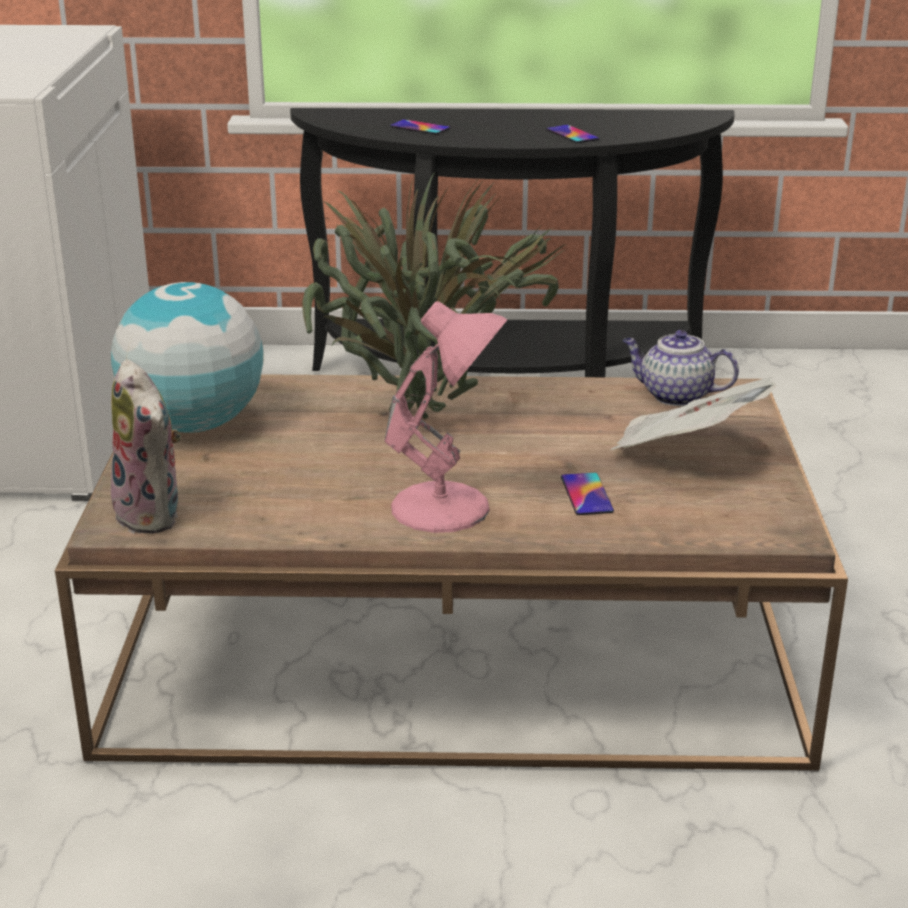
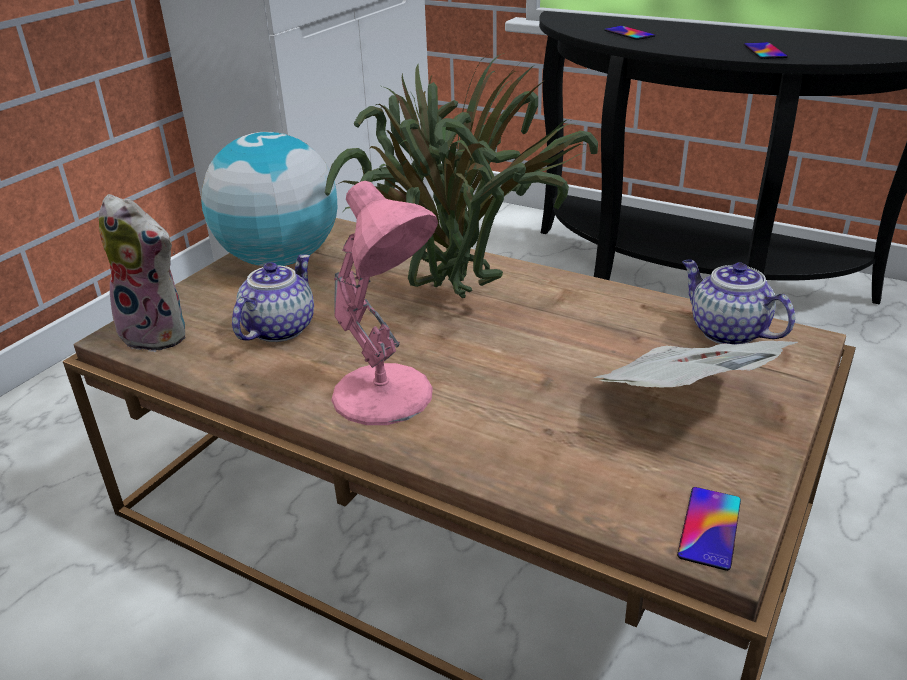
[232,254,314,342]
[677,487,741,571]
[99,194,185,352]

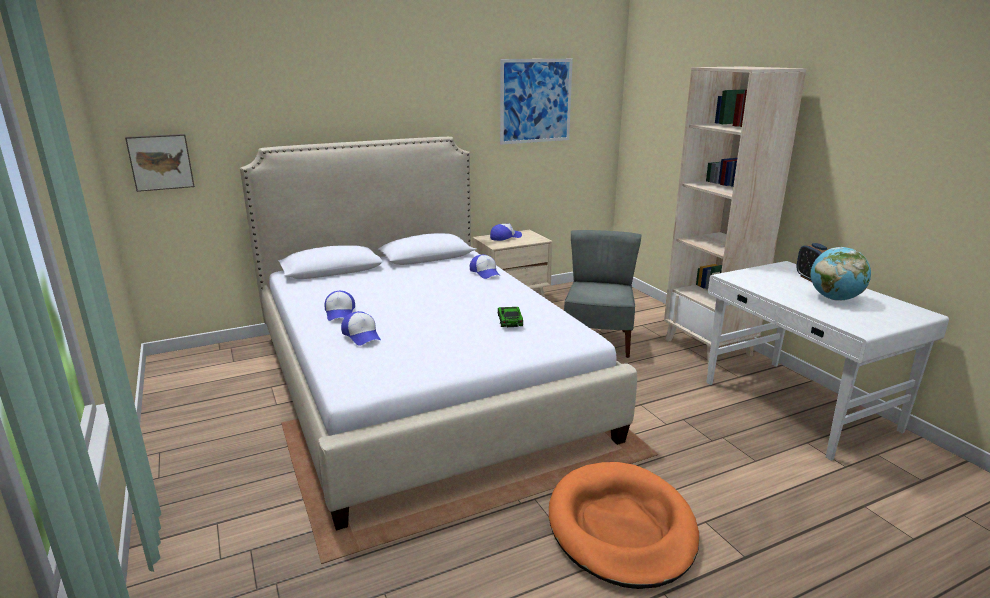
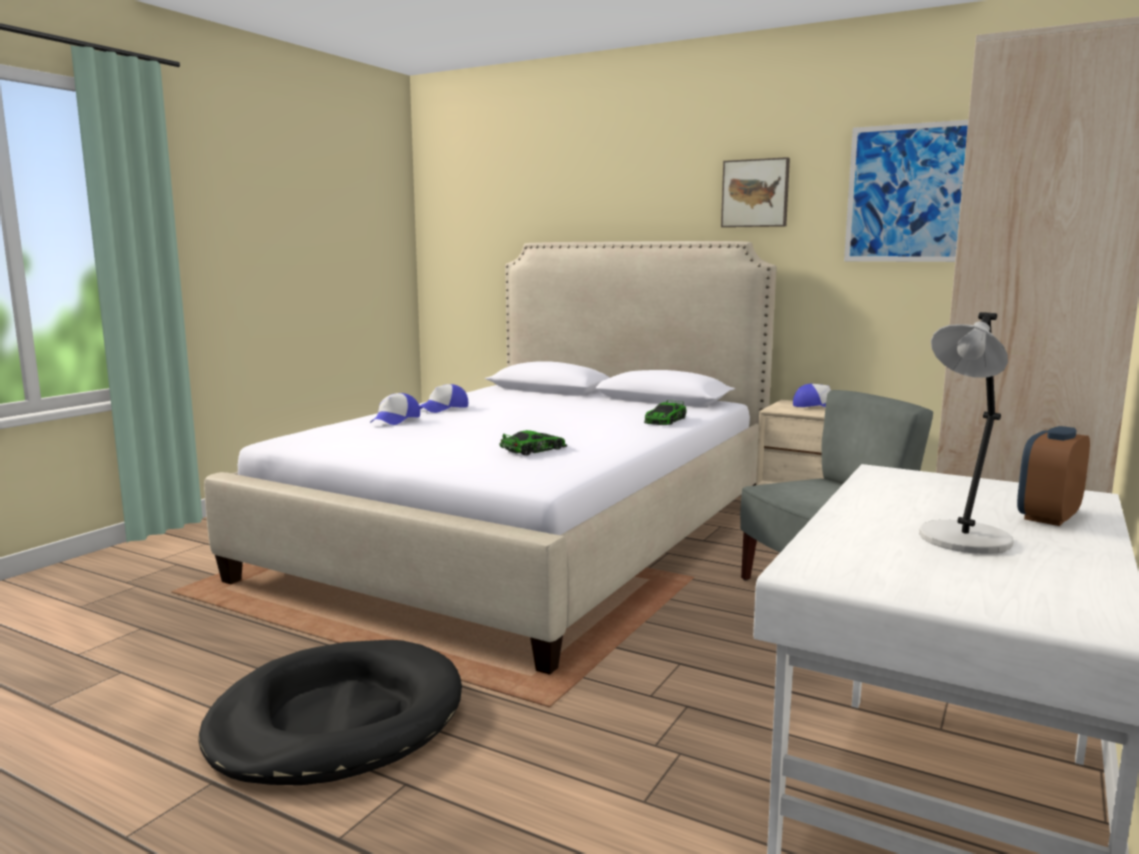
[721,157,790,227]
[644,400,687,425]
[919,312,1014,554]
[199,640,462,785]

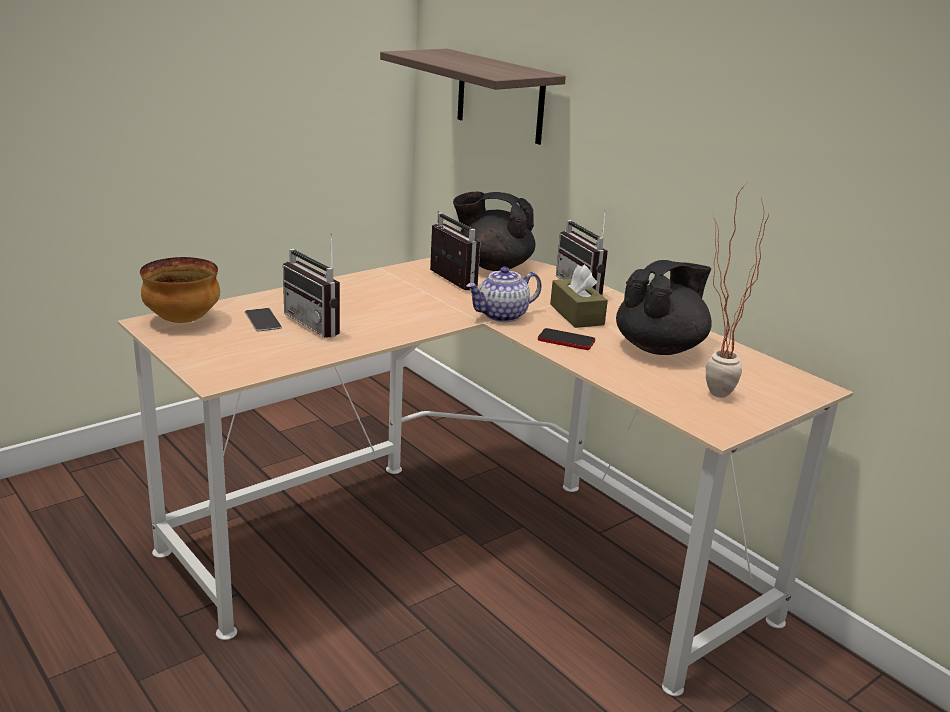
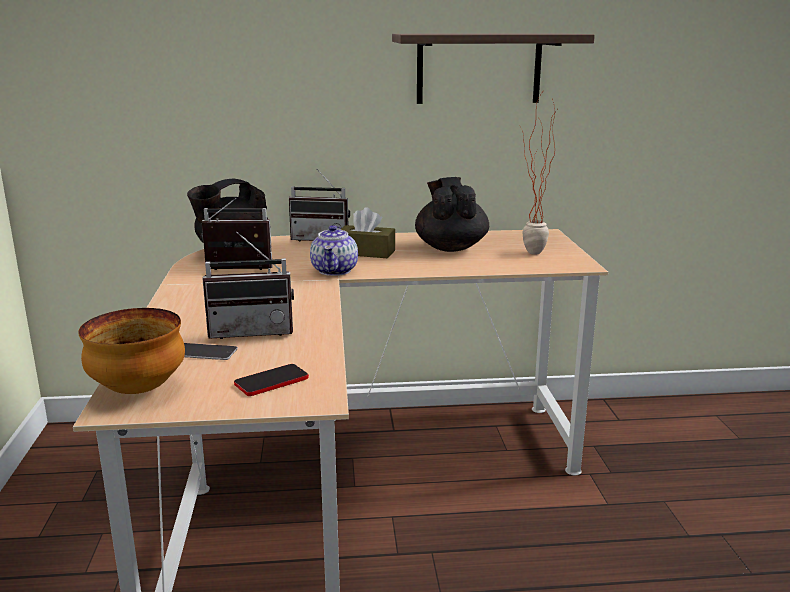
[392,33,595,104]
[234,364,309,396]

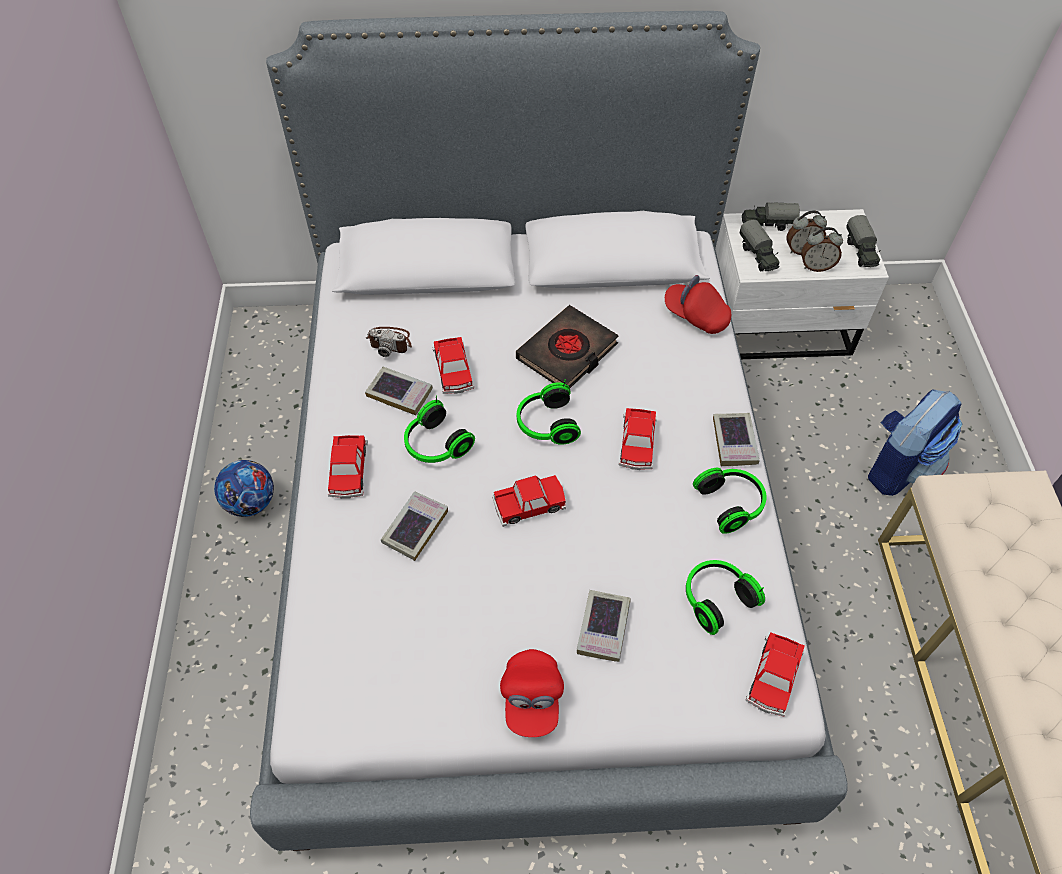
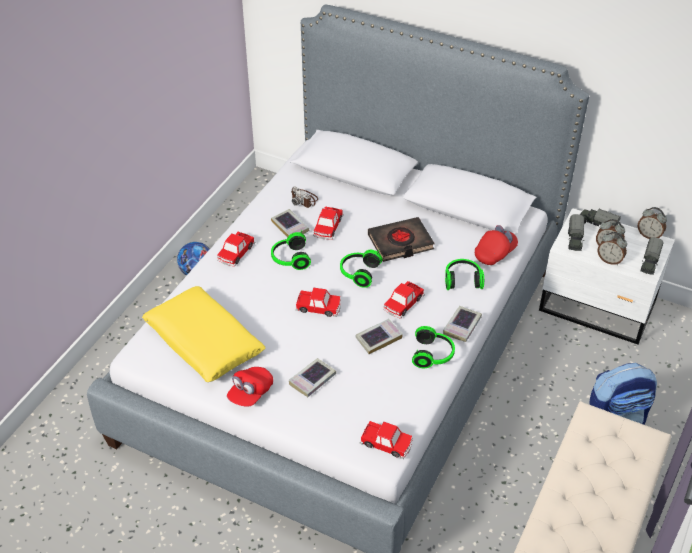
[142,286,265,382]
[638,207,667,239]
[356,319,403,354]
[445,259,484,290]
[475,225,518,265]
[360,421,412,459]

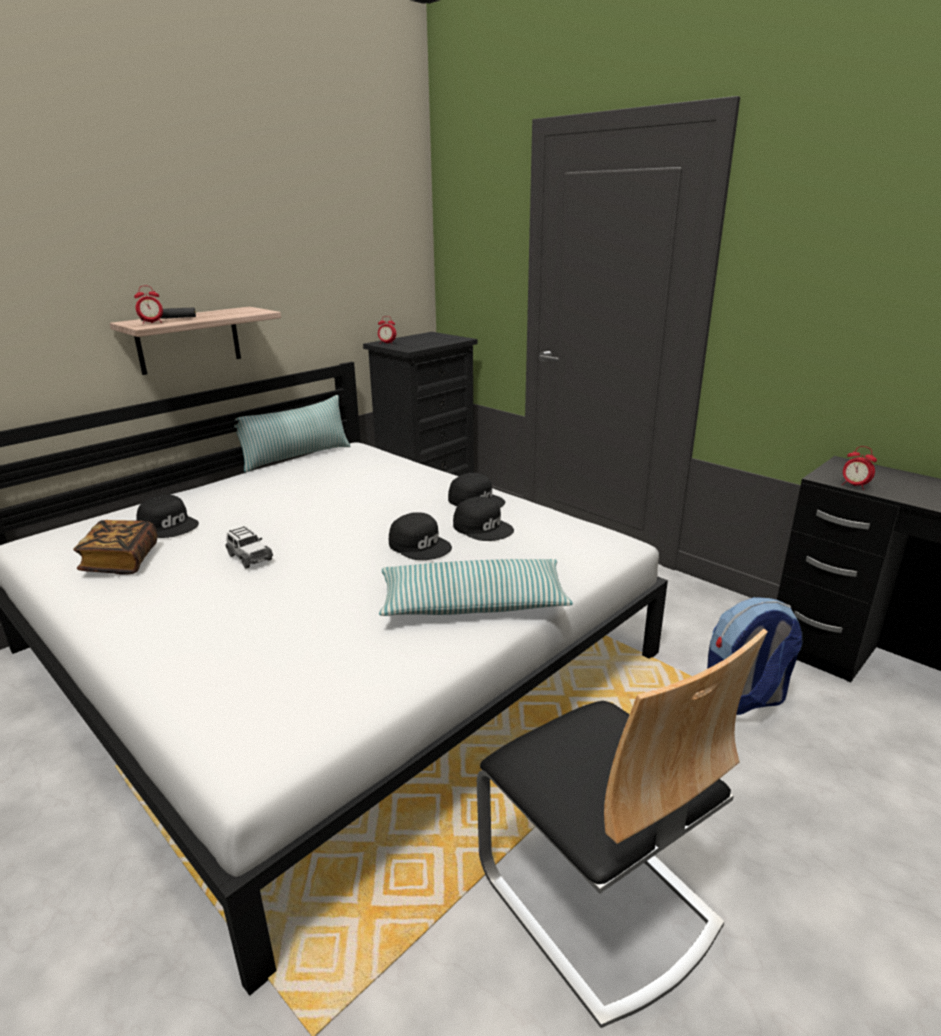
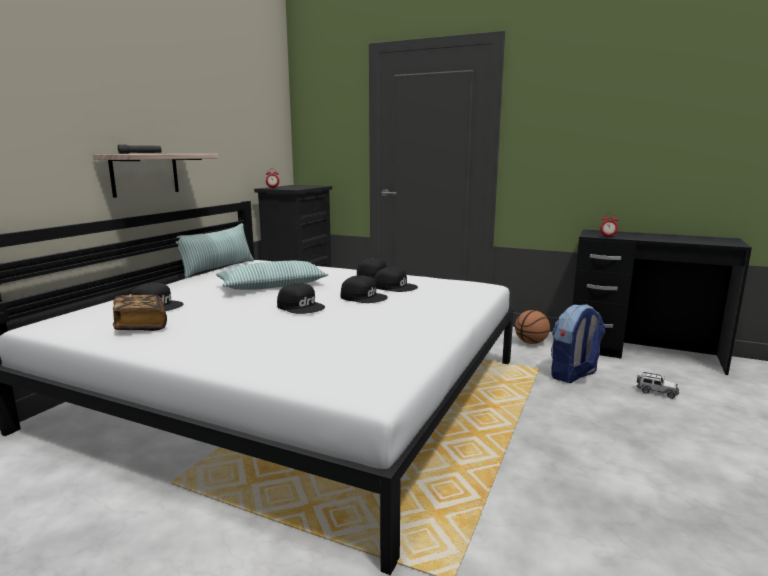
[134,285,163,324] (first image)
[477,629,768,1028] (first image)
[277,283,325,314]
[515,310,550,344]
[636,372,679,399]
[216,261,328,290]

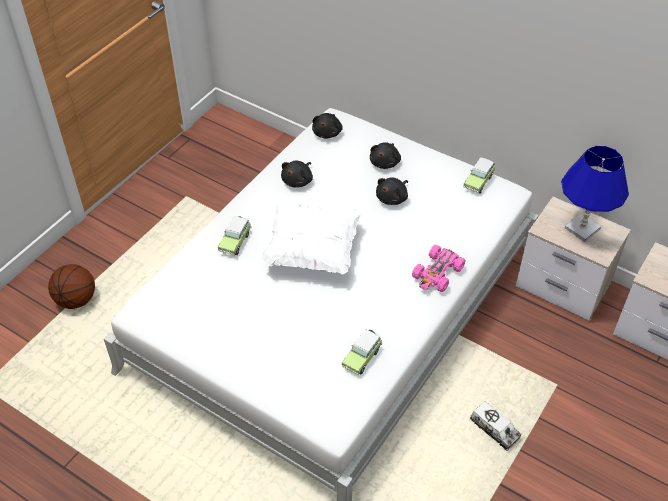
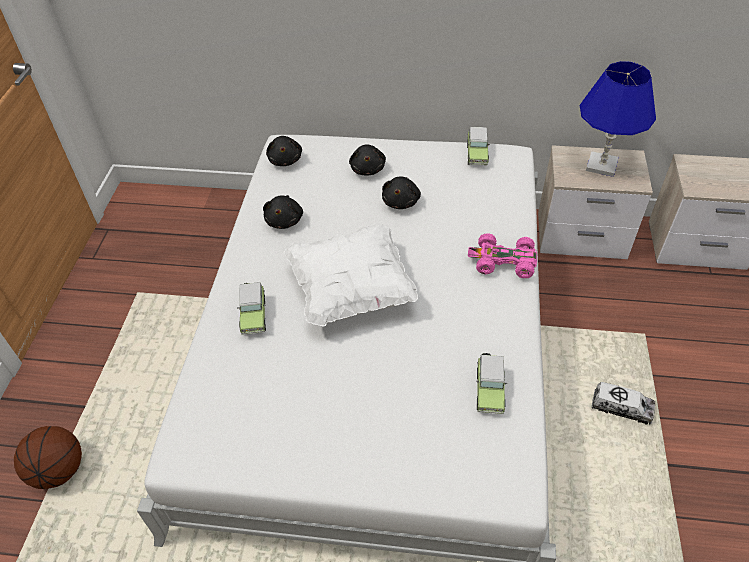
[468,233,537,278]

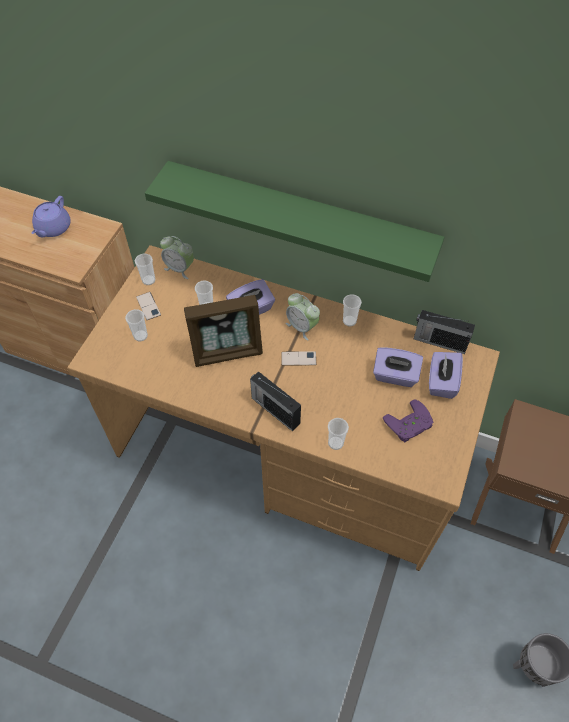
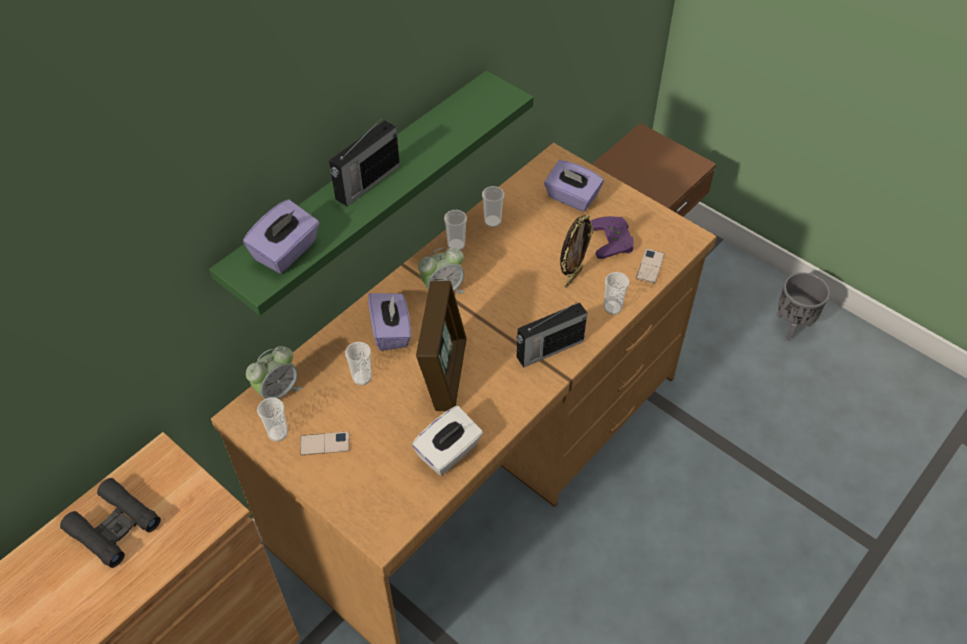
[412,406,483,475]
[560,214,593,288]
[482,186,504,227]
[636,248,665,284]
[243,200,320,274]
[329,117,400,207]
[60,478,161,568]

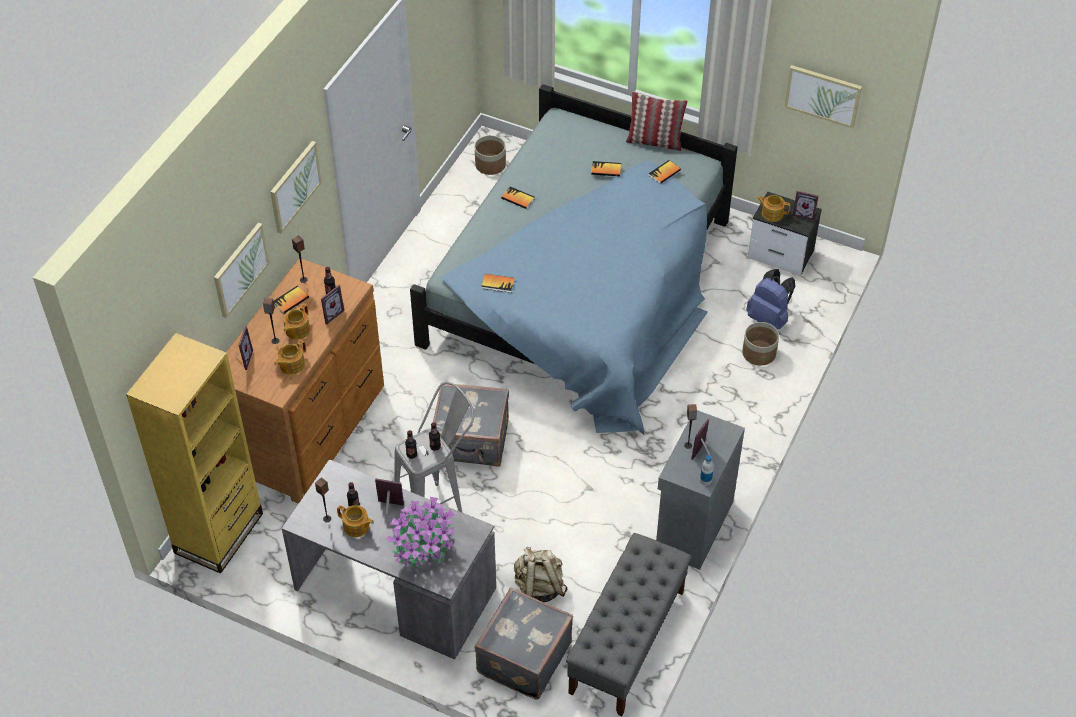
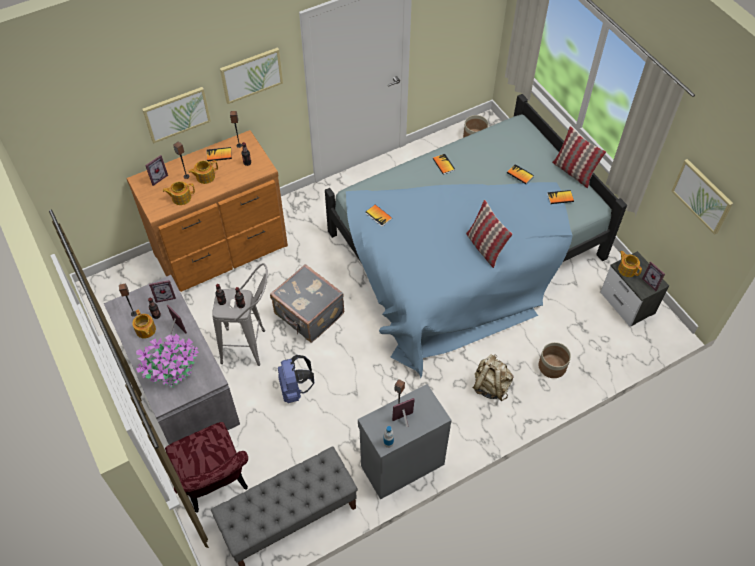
[126,333,263,574] (first image)
[466,200,513,268]
[149,280,176,303]
[473,354,513,402]
[278,355,314,403]
[165,422,248,513]

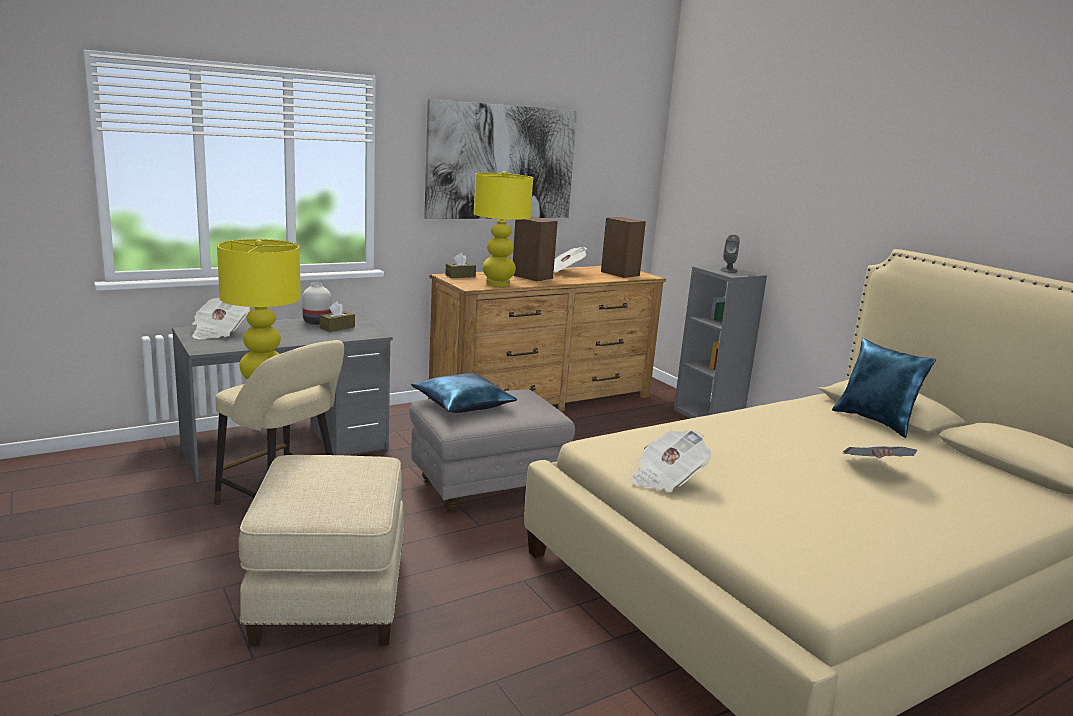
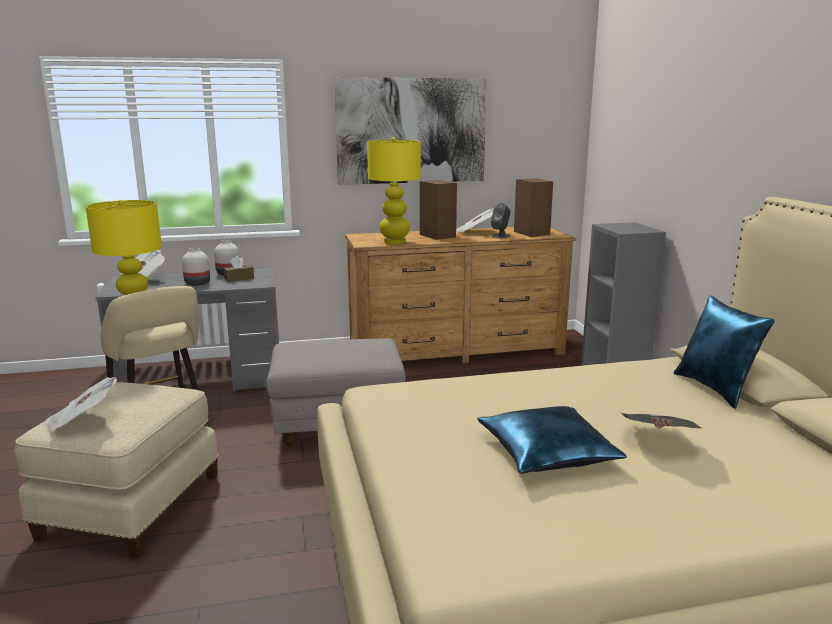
[445,253,476,278] (first image)
[182,248,210,286]
[477,406,627,474]
[45,377,117,432]
[491,203,510,238]

